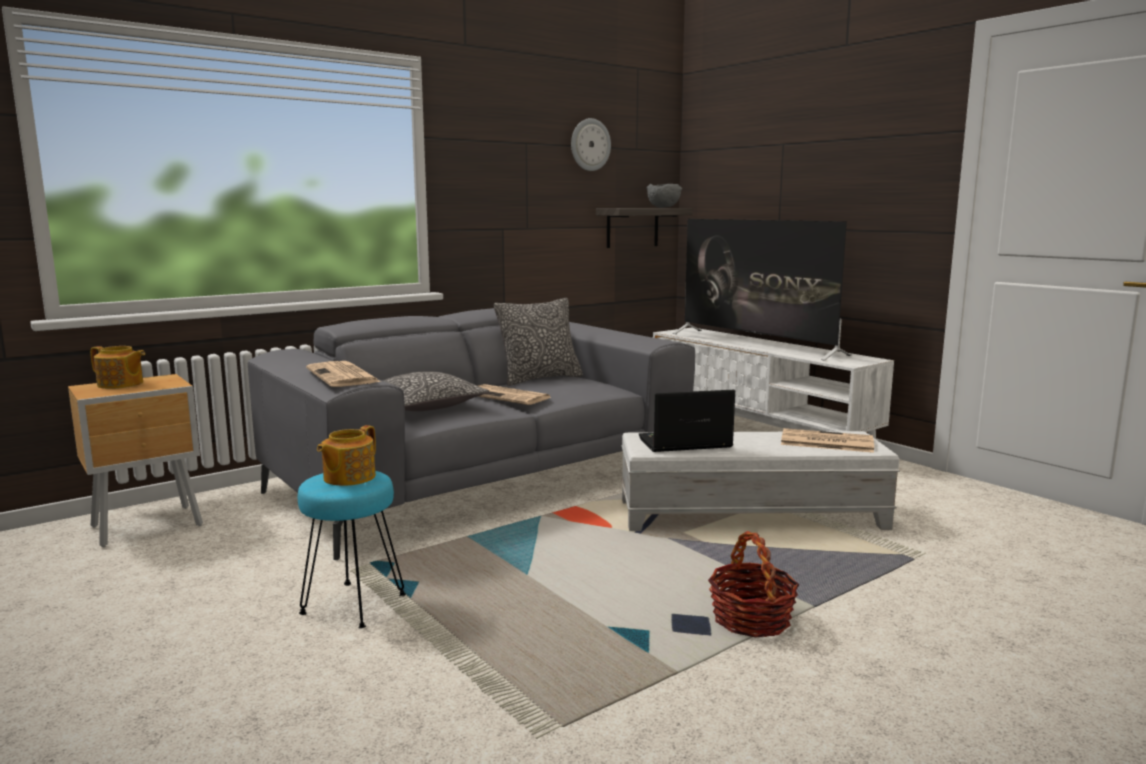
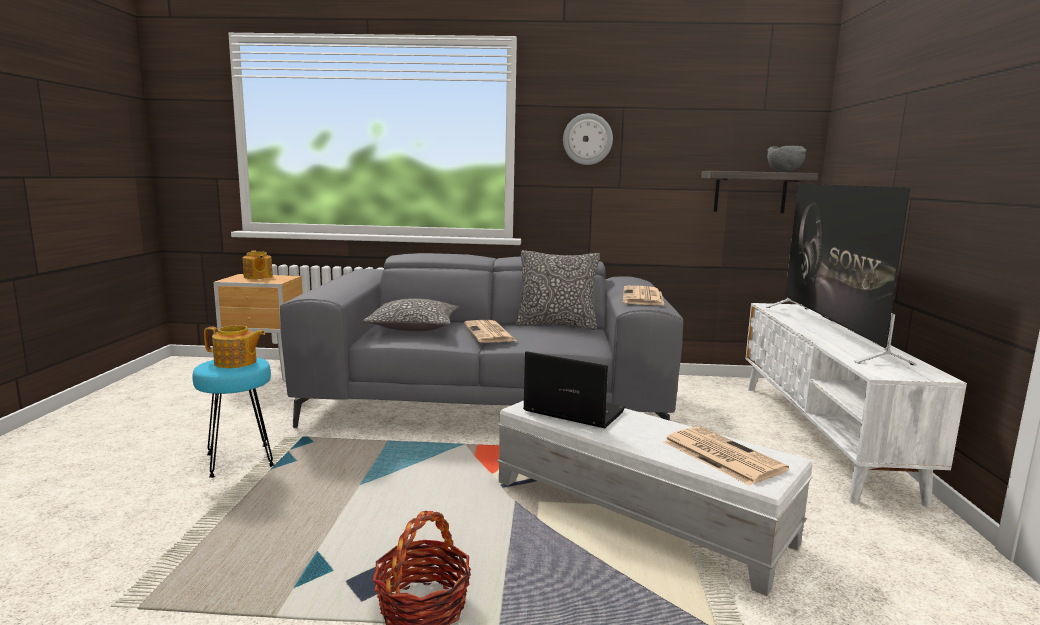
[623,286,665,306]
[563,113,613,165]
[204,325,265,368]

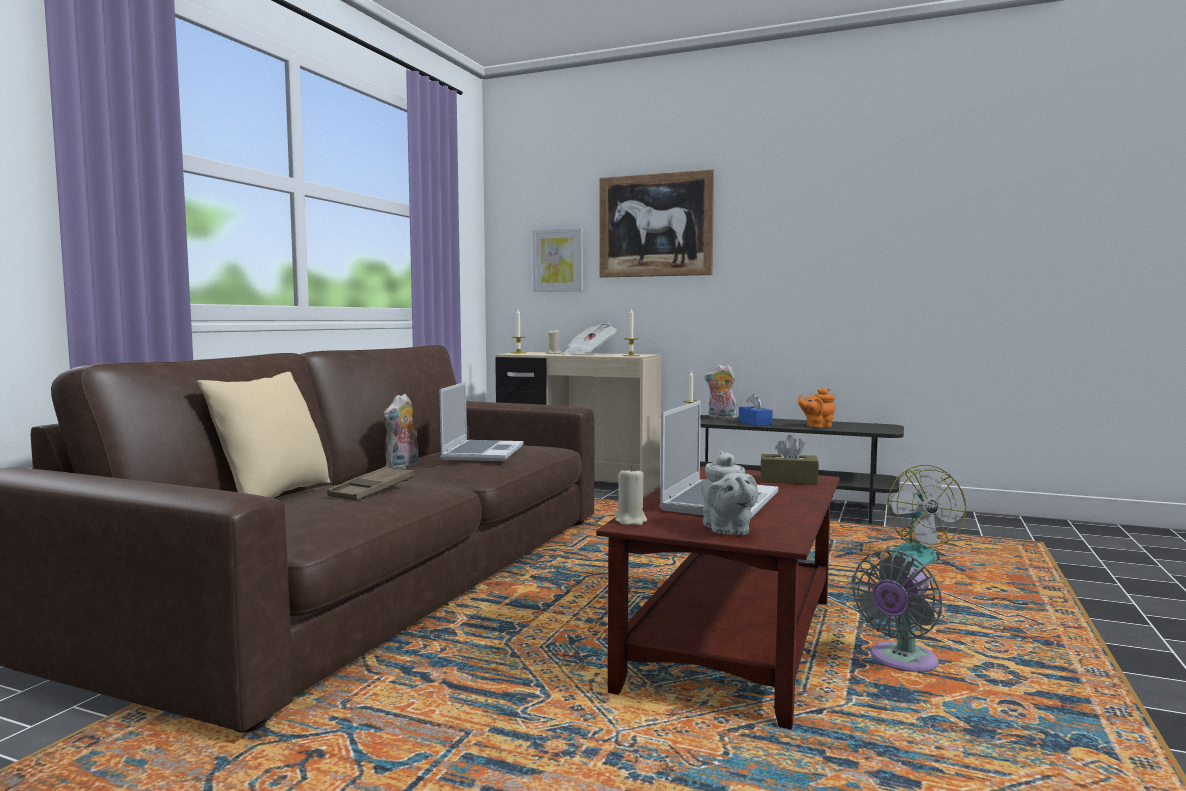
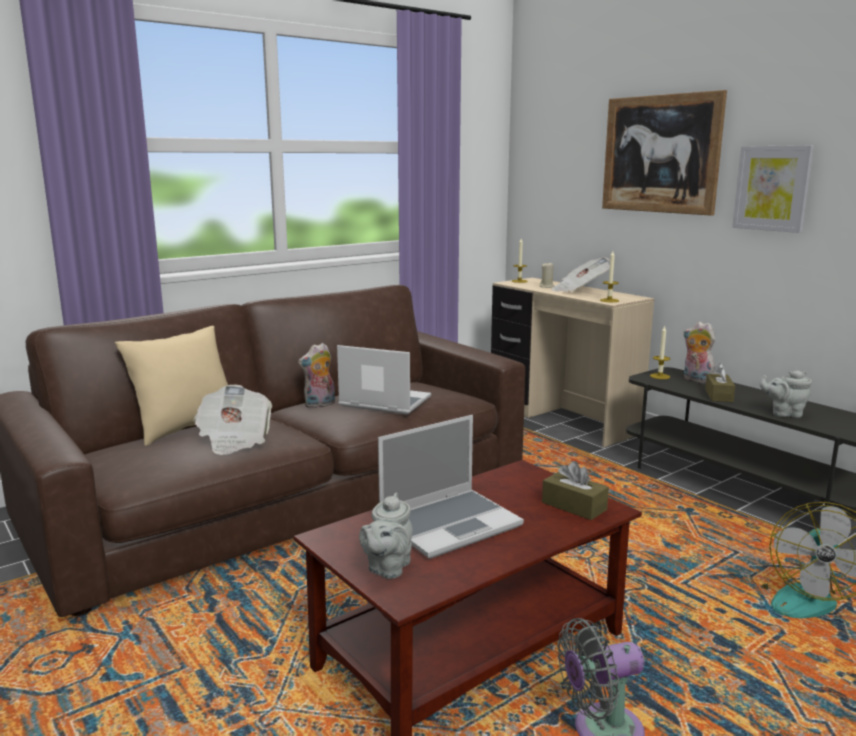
[615,467,647,526] (first image)
[732,145,814,233]
[194,385,273,455]
[705,363,735,402]
[759,370,812,418]
[337,345,431,415]

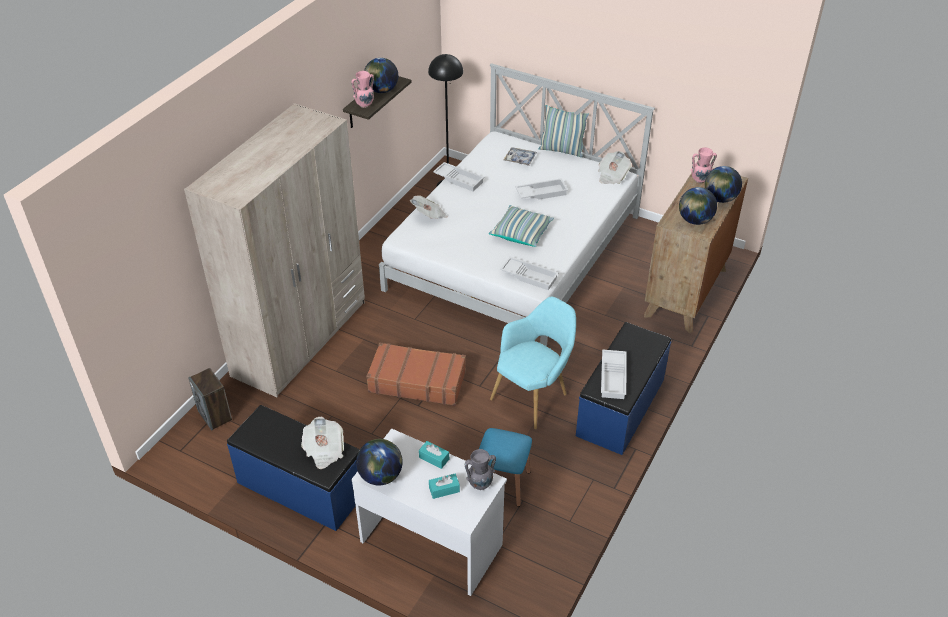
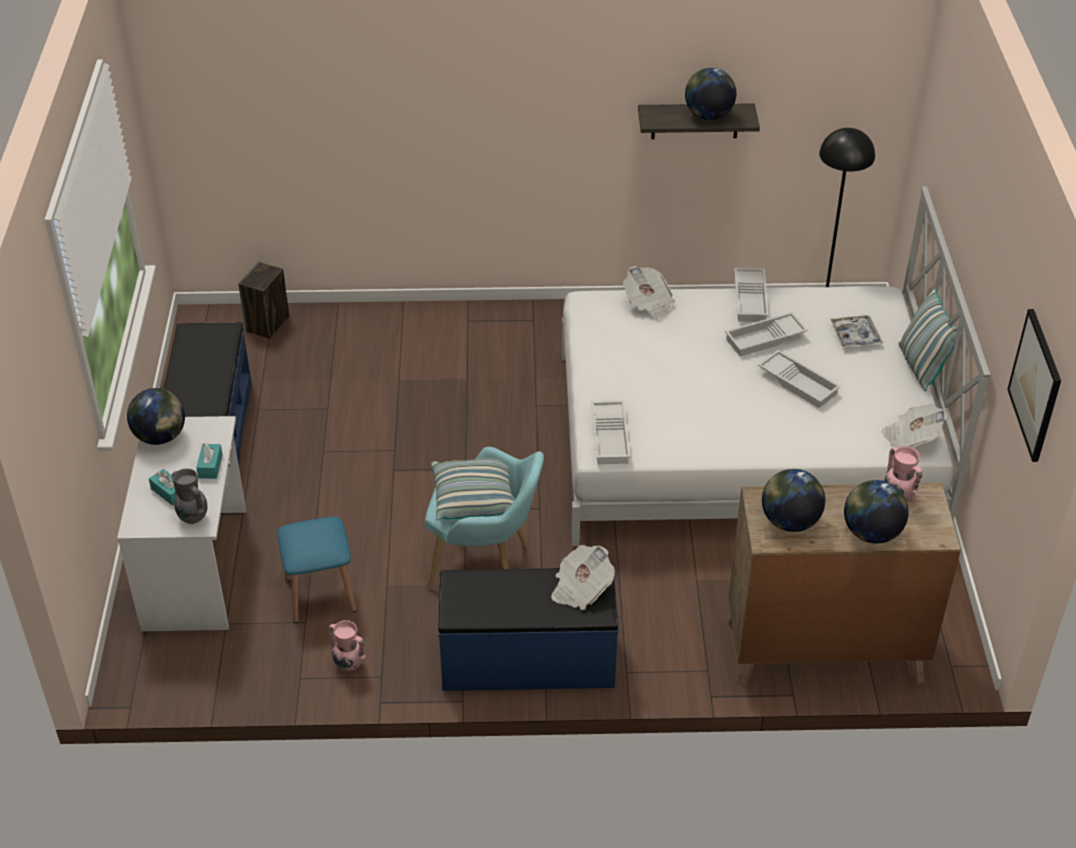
[184,103,365,397] (first image)
[366,343,466,406] (first image)
[1007,309,1061,462]
[551,545,615,610]
[329,620,365,672]
[431,458,514,520]
[725,312,808,356]

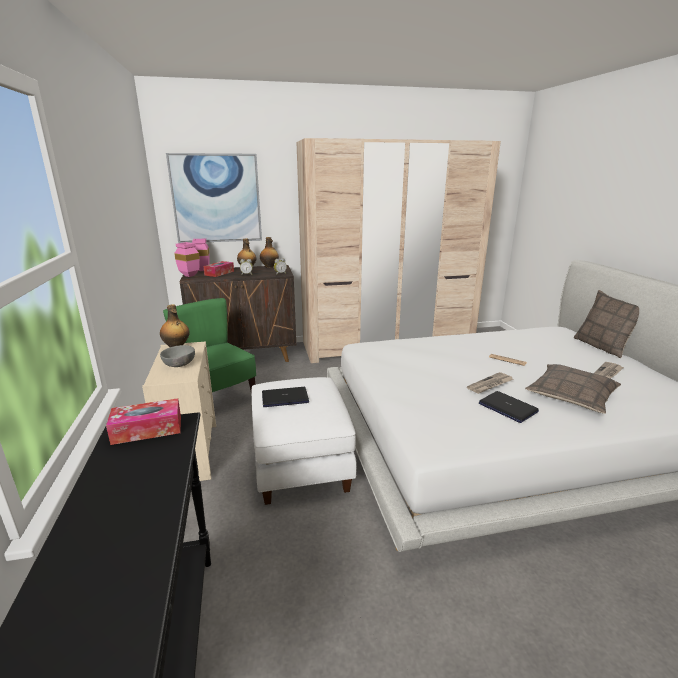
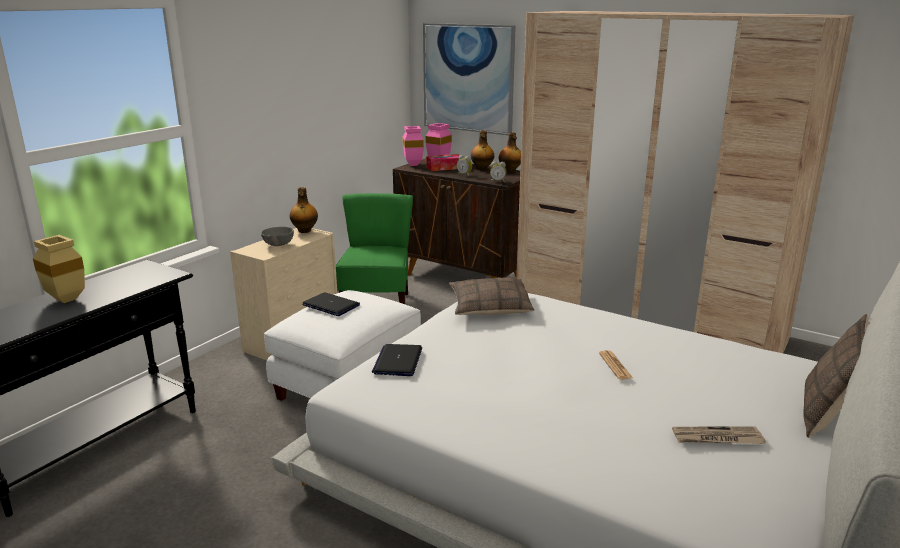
[106,398,181,445] (first image)
[467,372,514,394] (first image)
[33,235,85,303]
[372,344,422,376]
[449,277,535,315]

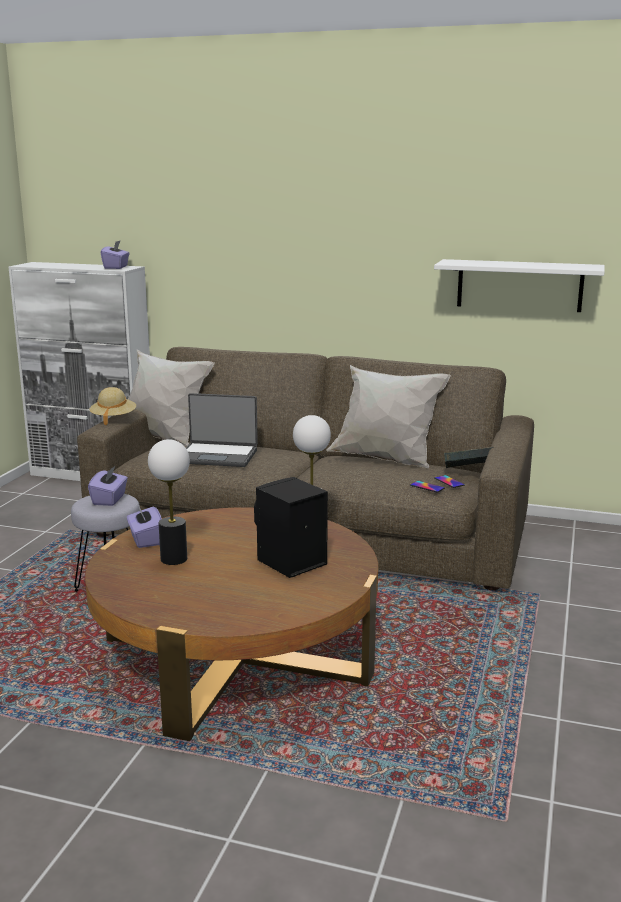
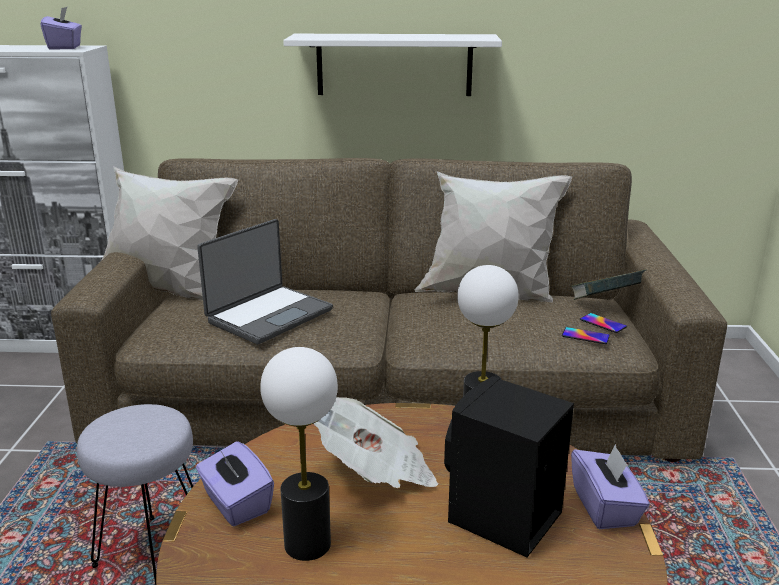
[90,387,136,426] (first image)
[313,397,439,488]
[571,444,650,529]
[283,34,502,96]
[197,219,333,344]

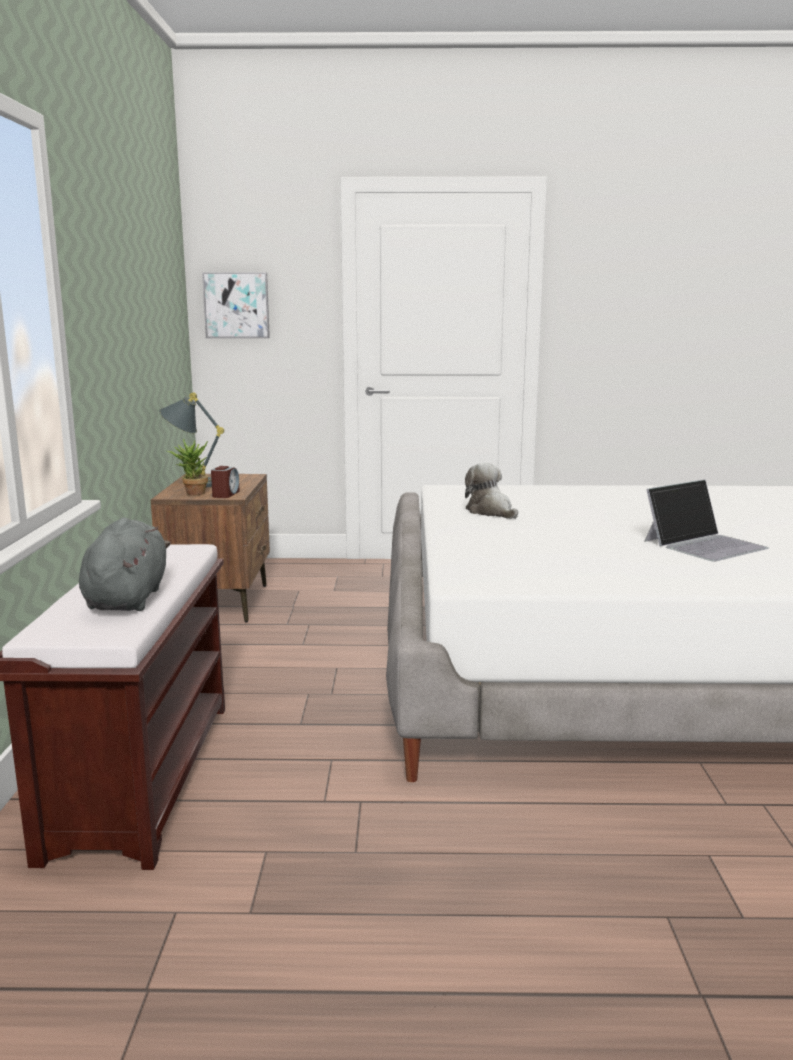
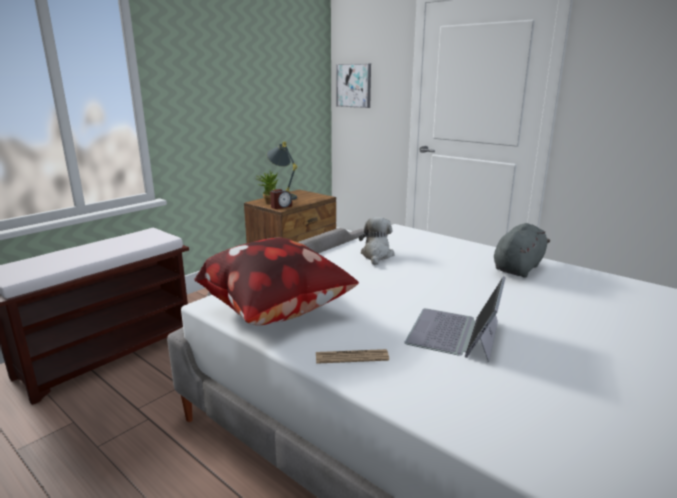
[194,238,359,325]
[316,349,389,364]
[494,223,550,277]
[404,276,506,362]

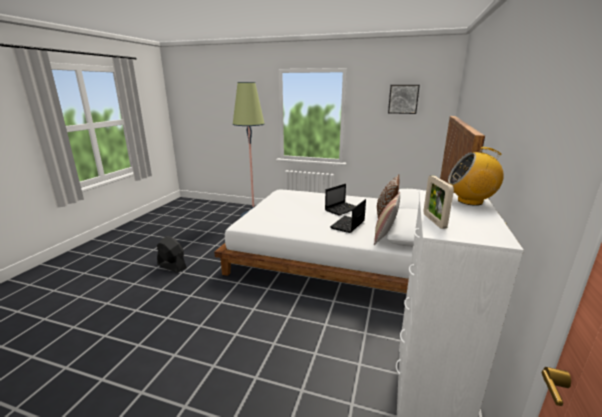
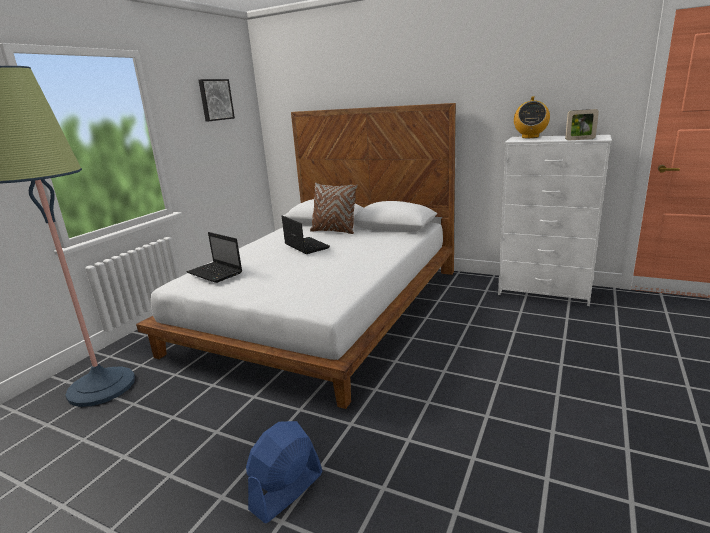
[374,192,400,246] (first image)
[186,232,242,283]
[246,421,323,523]

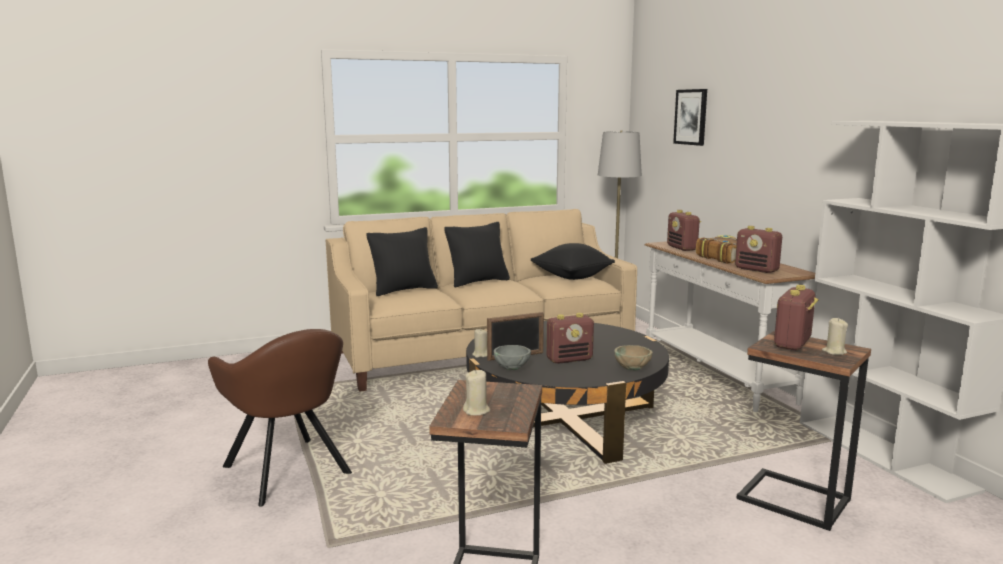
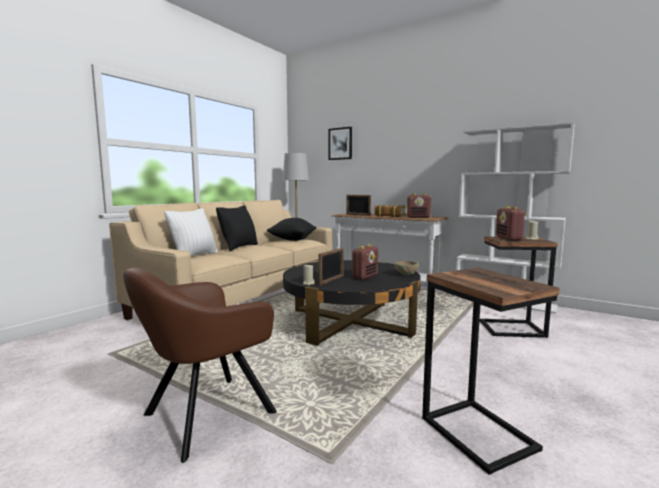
[463,369,490,416] (first image)
[494,345,531,370] (first image)
[346,195,371,216]
[164,208,218,257]
[123,268,277,463]

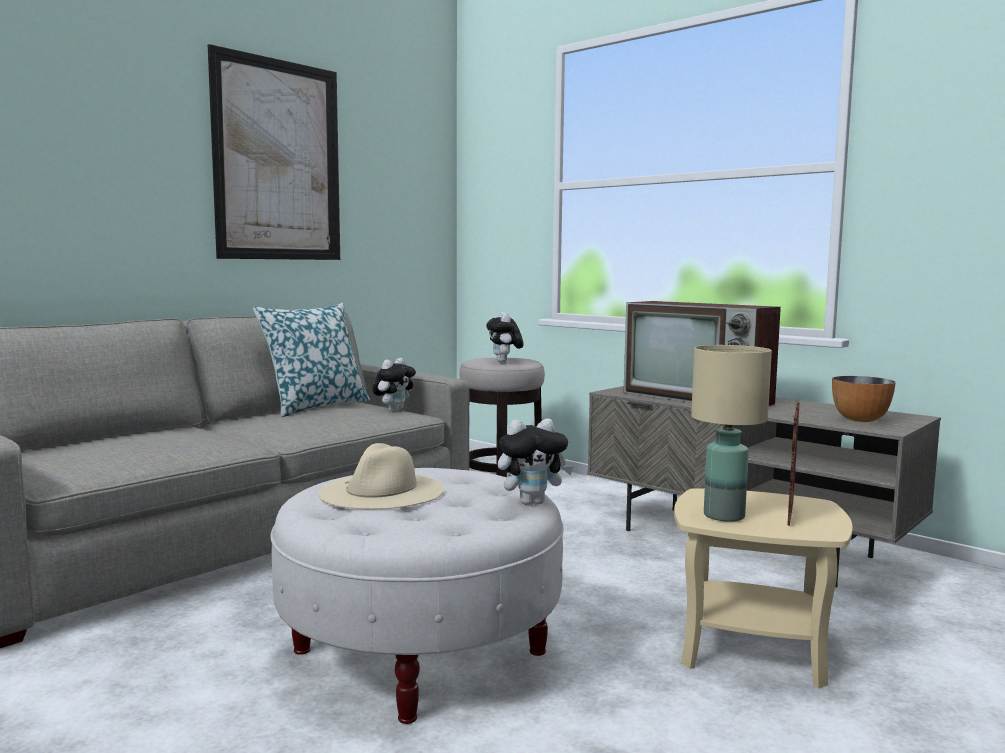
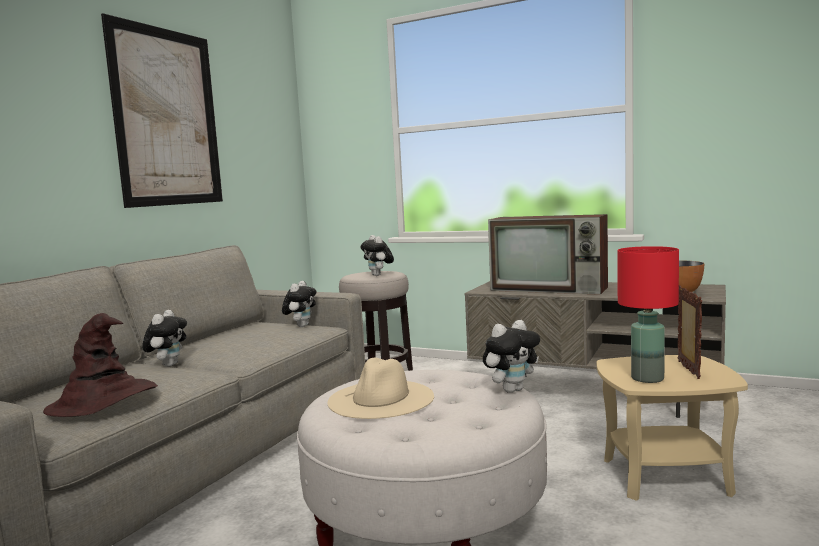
[253,303,370,417] (first image)
[43,313,158,417]
[142,310,187,367]
[617,246,679,383]

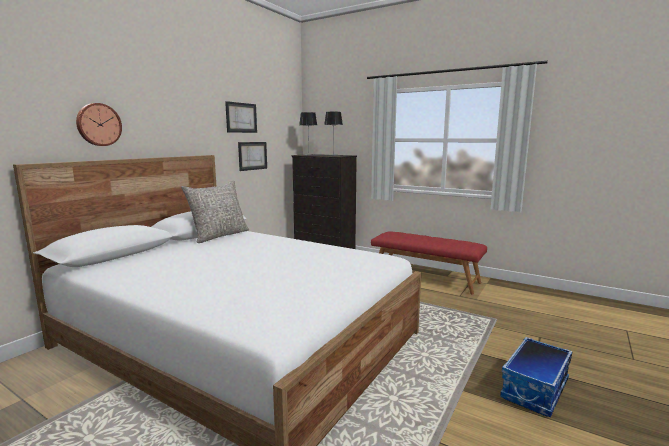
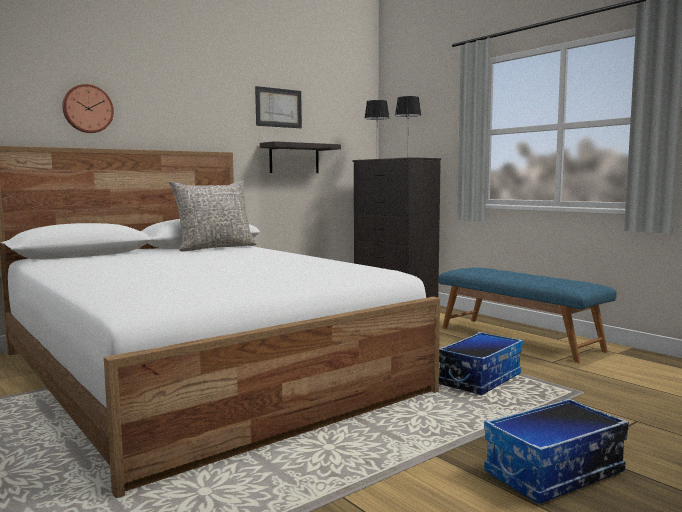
[439,332,523,395]
[260,141,341,173]
[439,268,617,363]

